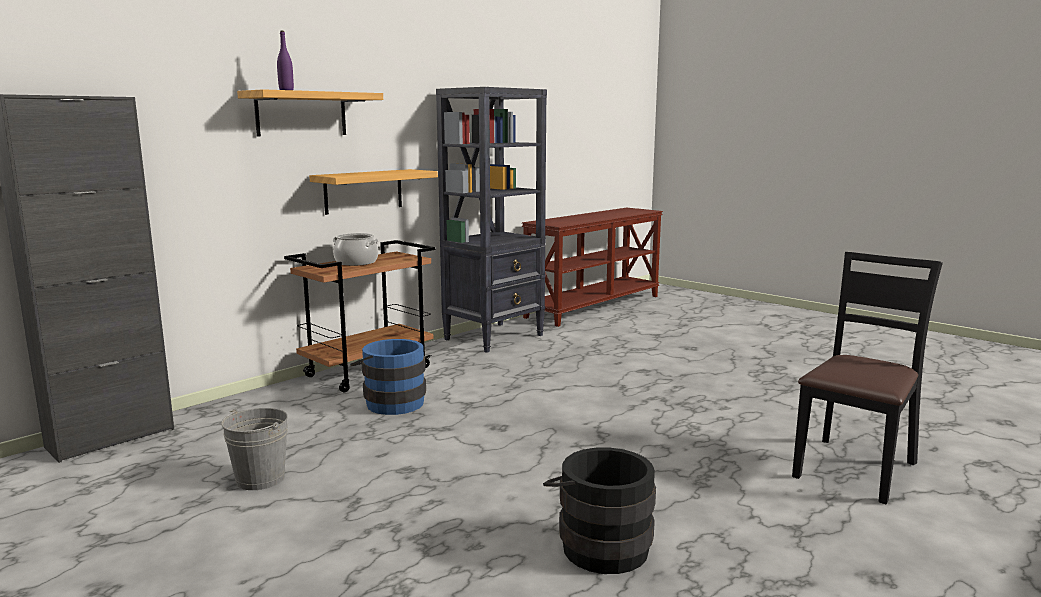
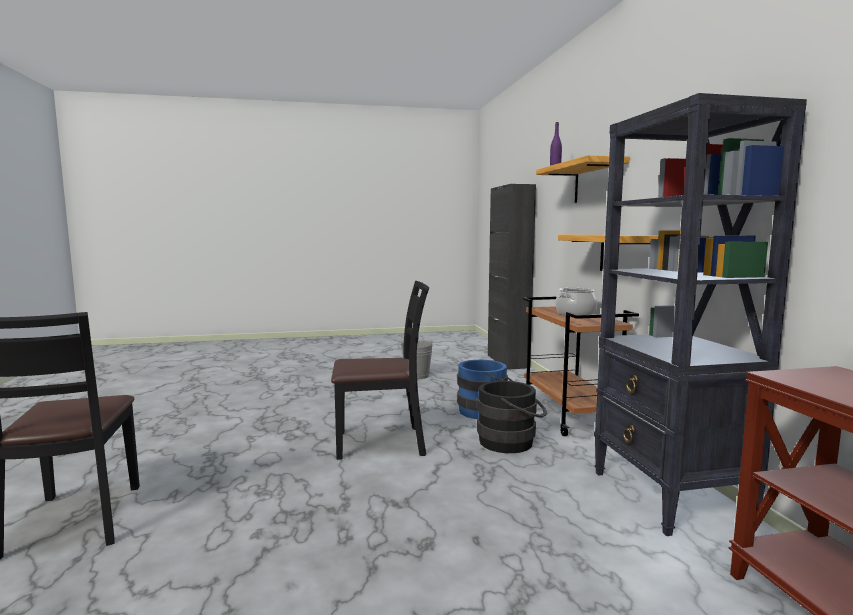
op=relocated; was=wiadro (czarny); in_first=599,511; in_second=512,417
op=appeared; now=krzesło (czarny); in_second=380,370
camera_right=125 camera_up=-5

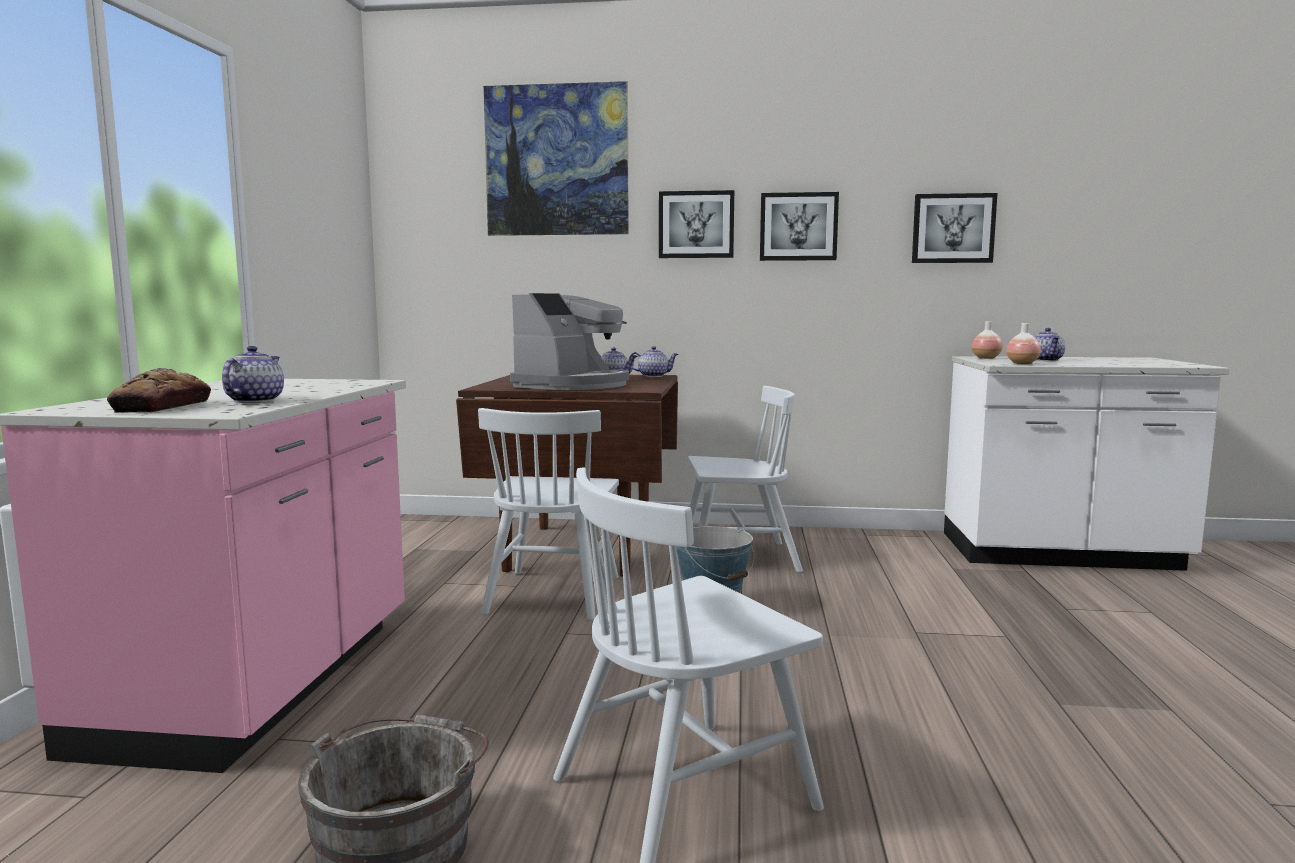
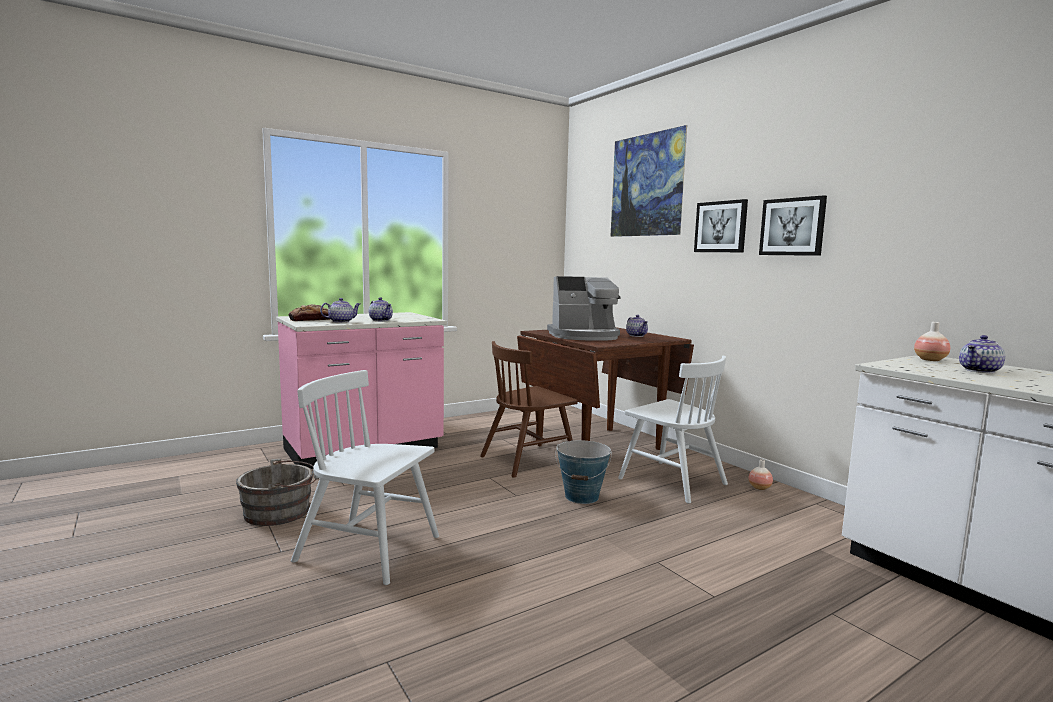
op=missing; was=obraz; in_first=954,228
op=relocated; was=wazon; in_first=1023,343; in_second=761,474
op=relocated; was=imbryk; in_first=653,361; in_second=381,309
op=colour; was=krzesło (biały); now=krzesło (brązowy); in_first=548,514; in_second=529,409
camera_right=50 camera_up=0

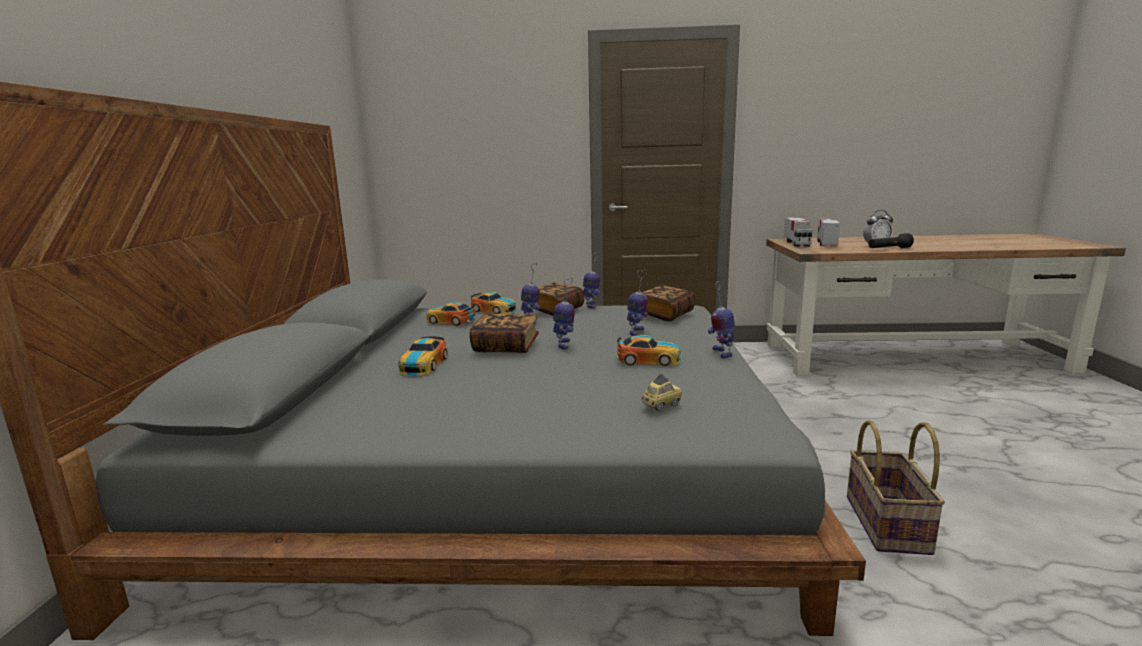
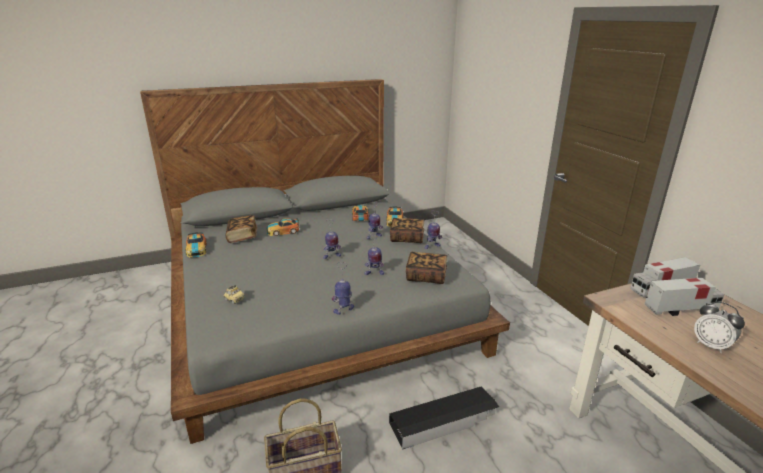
op=missing; was=latarka (czarny); in_first=891,240
op=relocated; was=książka; in_first=504,333; in_second=241,229
op=relocated; was=samochodzik; in_first=648,350; in_second=196,244
op=appeared; now=pojemnik do przechowywania (czarny); in_second=444,418
camera_right=65 camera_up=10

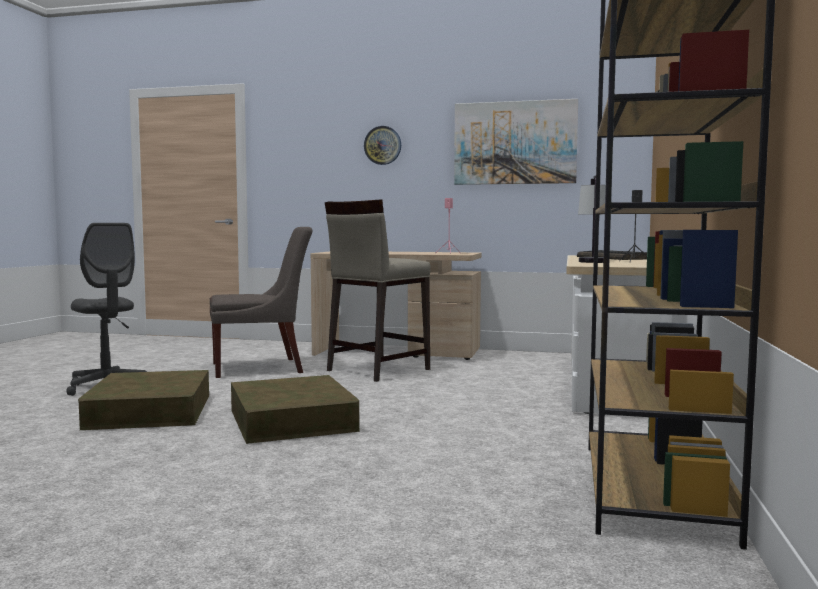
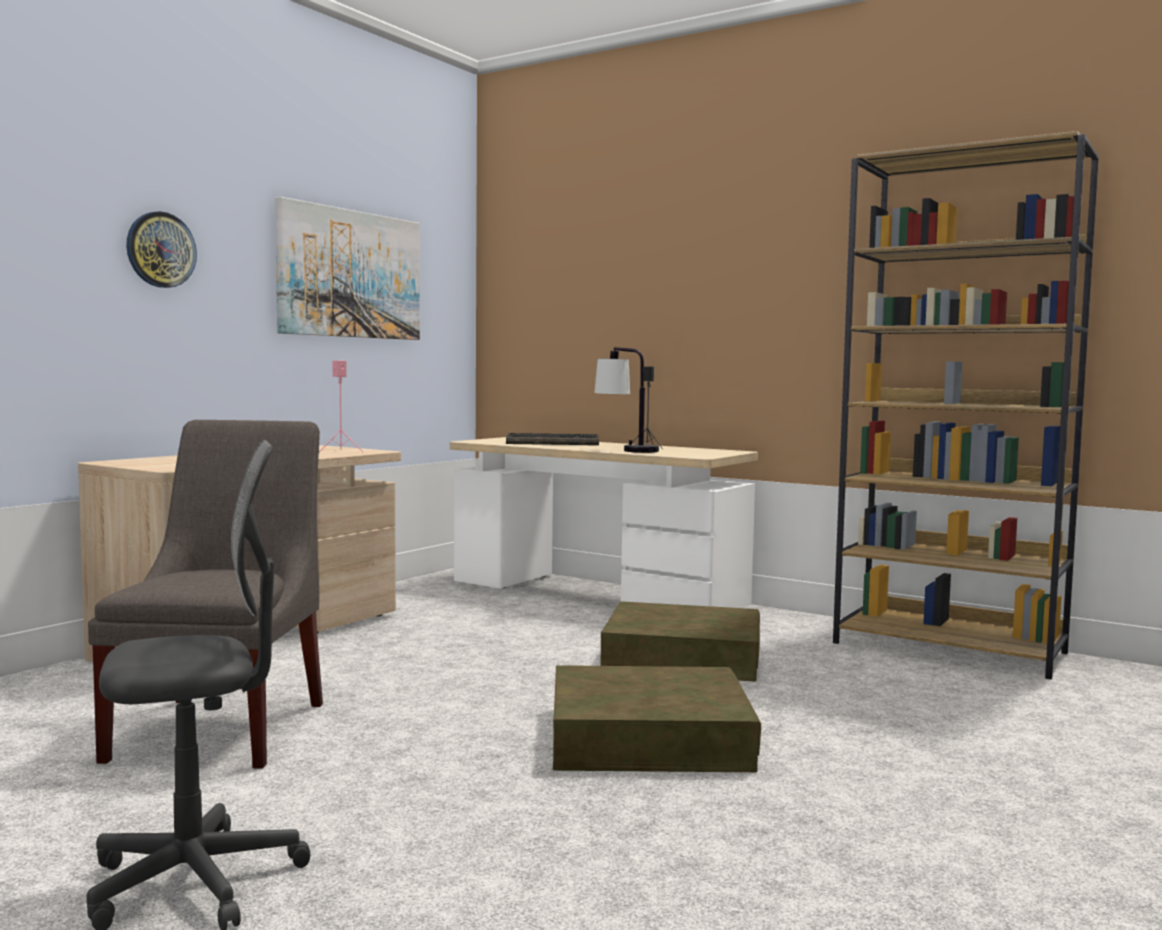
op=missing; was=stołek (beżowy); in_first=378,290
op=relocated; was=pojemnik do przechowywania (brązowy); in_first=143,400; in_second=680,641
camera_right=-70 camera_up=0

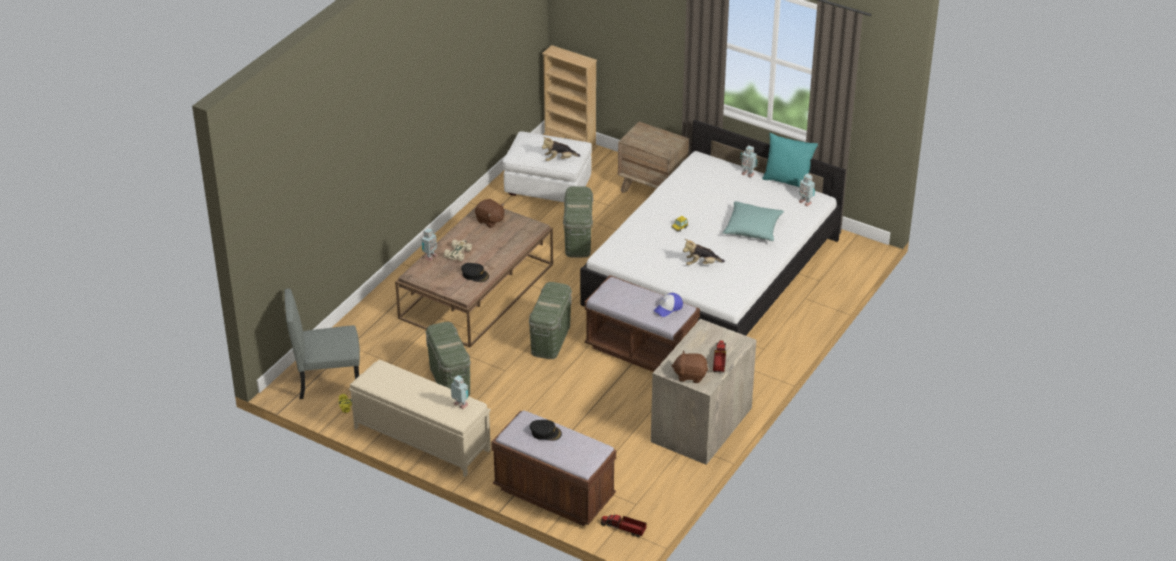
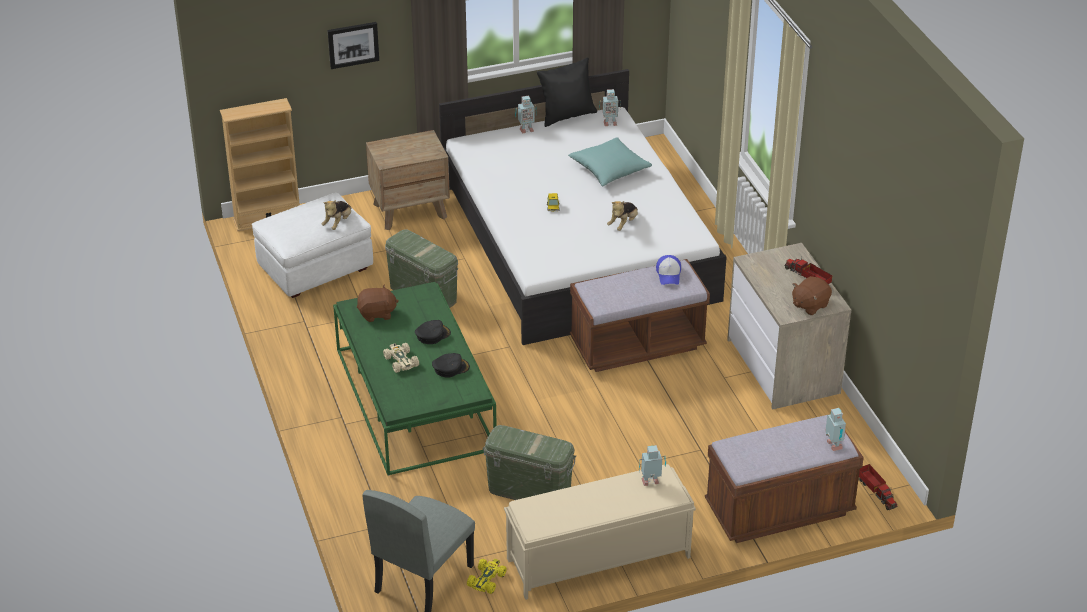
op=colour; was=poduszka (turkusowy); now=poduszka (czarny); in_first=790,160; in_second=567,92
op=colour; was=ława (brązowy); now=ława (zielony); in_first=474,277; in_second=415,379
op=relocated; was=robot zabawkowy; in_first=429,244; in_second=835,429
op=missing; was=pojemnik do przechowywania (zielony); in_first=550,320
op=relocated; was=czapka z daszkiem (czarny); in_first=546,430; in_second=433,332
op=spun; was=ciężarówka zabawkowa; in_first=623,524; in_second=878,487; clockwise=-90
op=appeared; now=obraz; in_second=353,45
camera_right=-50 camera_up=0

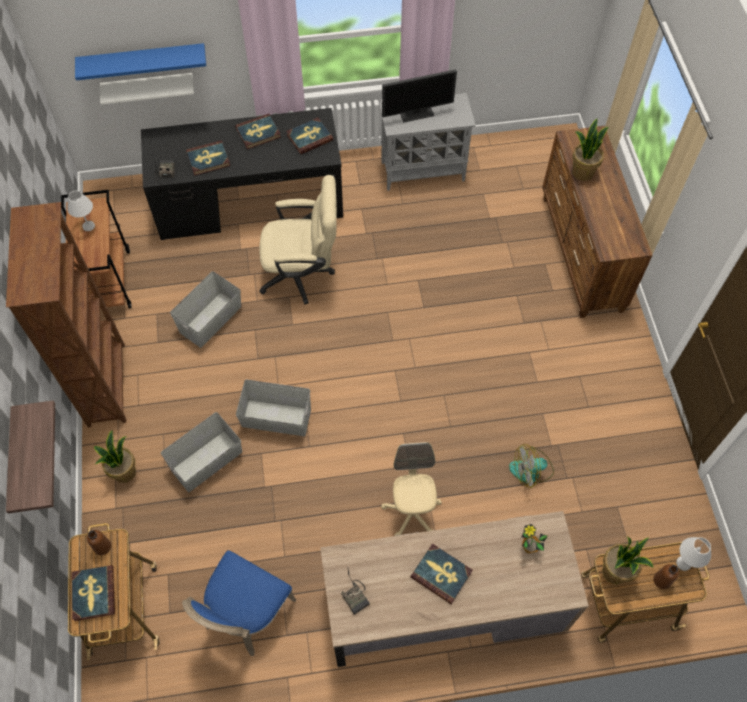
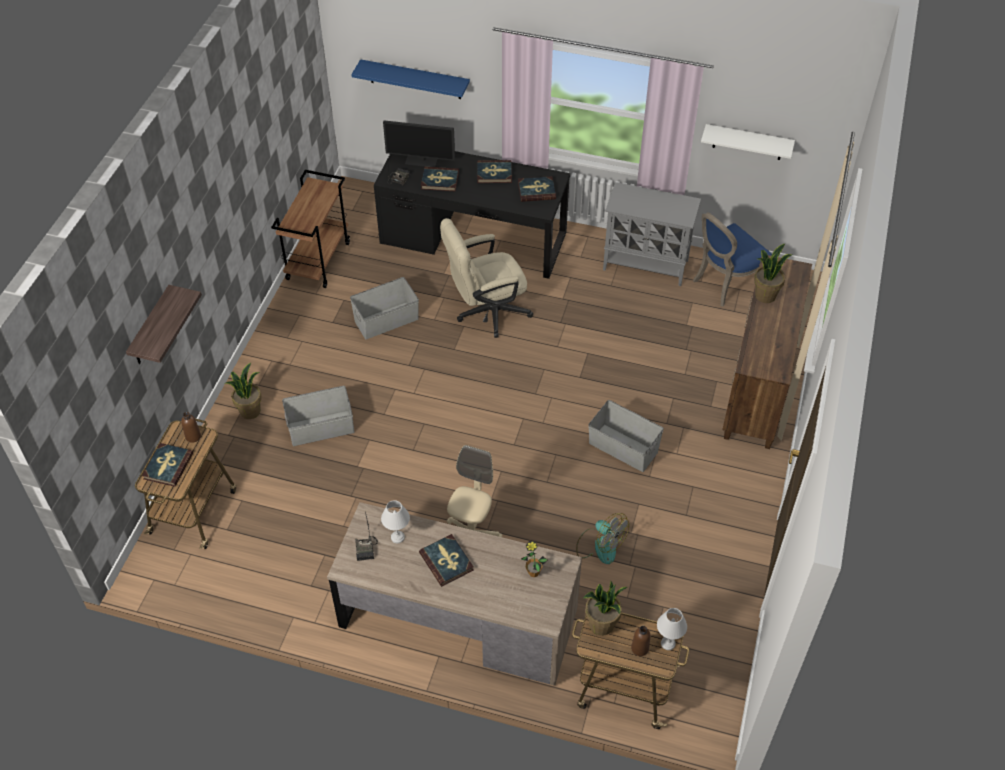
op=relocated; was=monitor; in_first=419,96; in_second=419,143
op=relocated; was=półka (biały); in_first=147,88; in_second=748,142
op=spun; was=krzesło biurowe (beżowy); in_first=298,240; in_second=486,278; clockwise=135
op=relocated; was=lampa stołowa (biały); in_first=81,211; in_second=395,521
op=missing; was=regał (brązowy); in_first=66,315
op=relocated; was=pojemnik do przechowywania (szary); in_first=273,408; in_second=626,436
op=spun; was=wentylator; in_first=531,466; in_second=602,538; clockwise=-150
op=relocated; was=krzesło (niebieski); in_first=239,603; in_second=732,260
camera_right=25 camera_up=-10

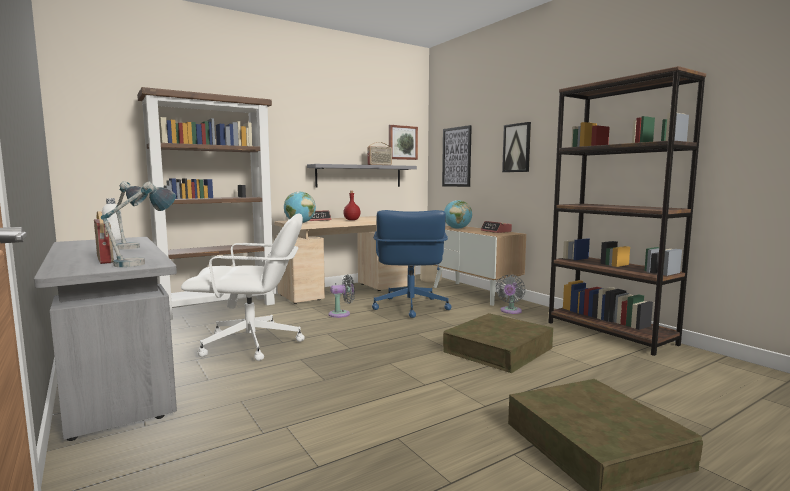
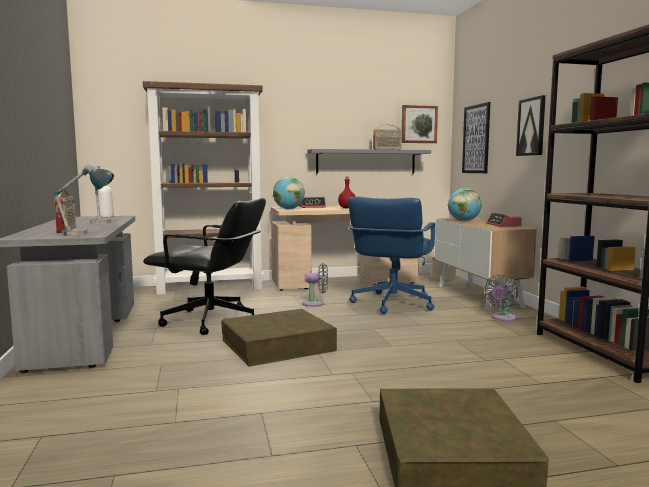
op=colour; was=krzesło biurowe (biały); now=krzesło biurowe (czarny); in_first=243,287; in_second=204,266
op=relocated; was=pojemnik do przechowywania (brązowy); in_first=498,343; in_second=279,338
camera_right=20 camera_up=0

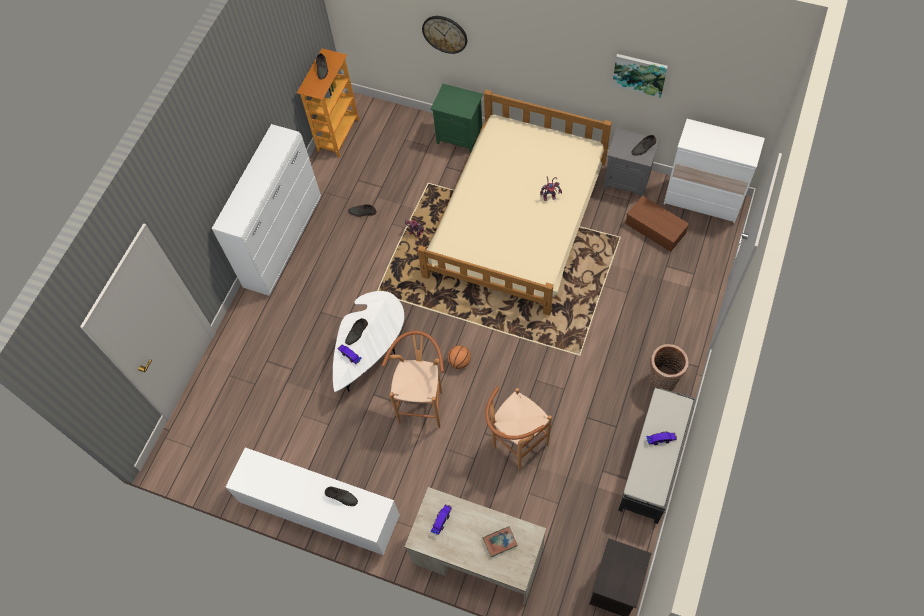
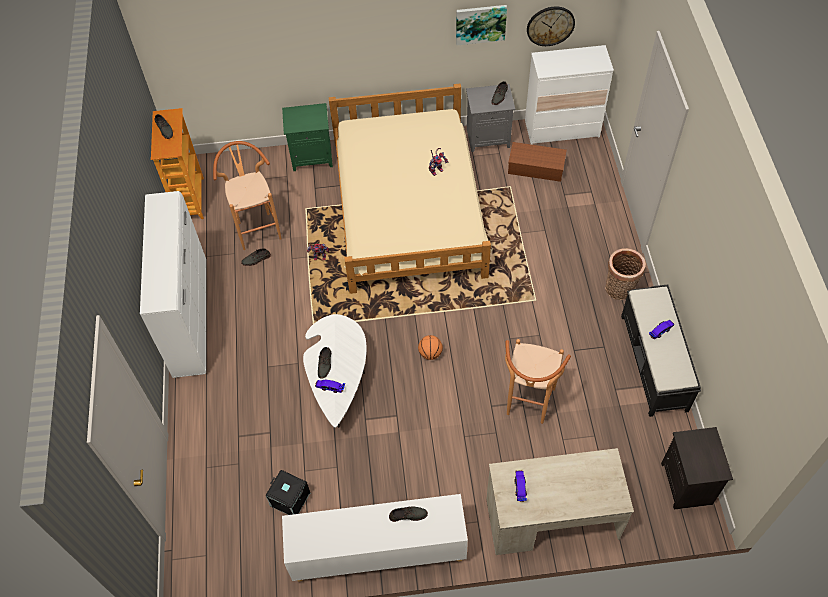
op=relocated; was=zegar ścienny; in_first=444,35; in_second=551,26
op=relocated; was=stołek (brązowy); in_first=413,379; in_second=247,195
op=missing; was=książka; in_first=500,541
op=appeared; now=pojemnik do przechowywania (czarny); in_second=288,492
camera_right=-30 camera_up=-5

